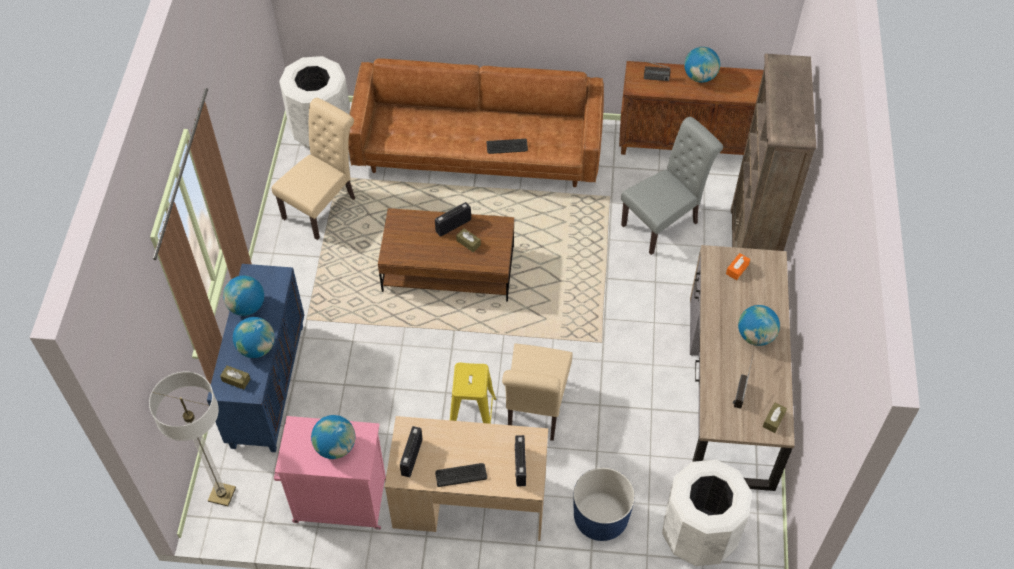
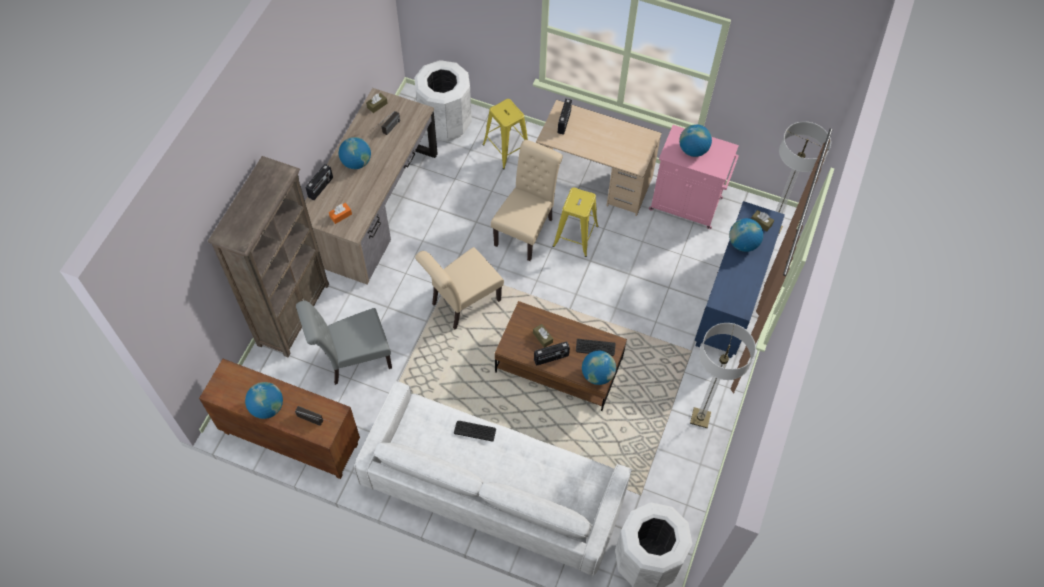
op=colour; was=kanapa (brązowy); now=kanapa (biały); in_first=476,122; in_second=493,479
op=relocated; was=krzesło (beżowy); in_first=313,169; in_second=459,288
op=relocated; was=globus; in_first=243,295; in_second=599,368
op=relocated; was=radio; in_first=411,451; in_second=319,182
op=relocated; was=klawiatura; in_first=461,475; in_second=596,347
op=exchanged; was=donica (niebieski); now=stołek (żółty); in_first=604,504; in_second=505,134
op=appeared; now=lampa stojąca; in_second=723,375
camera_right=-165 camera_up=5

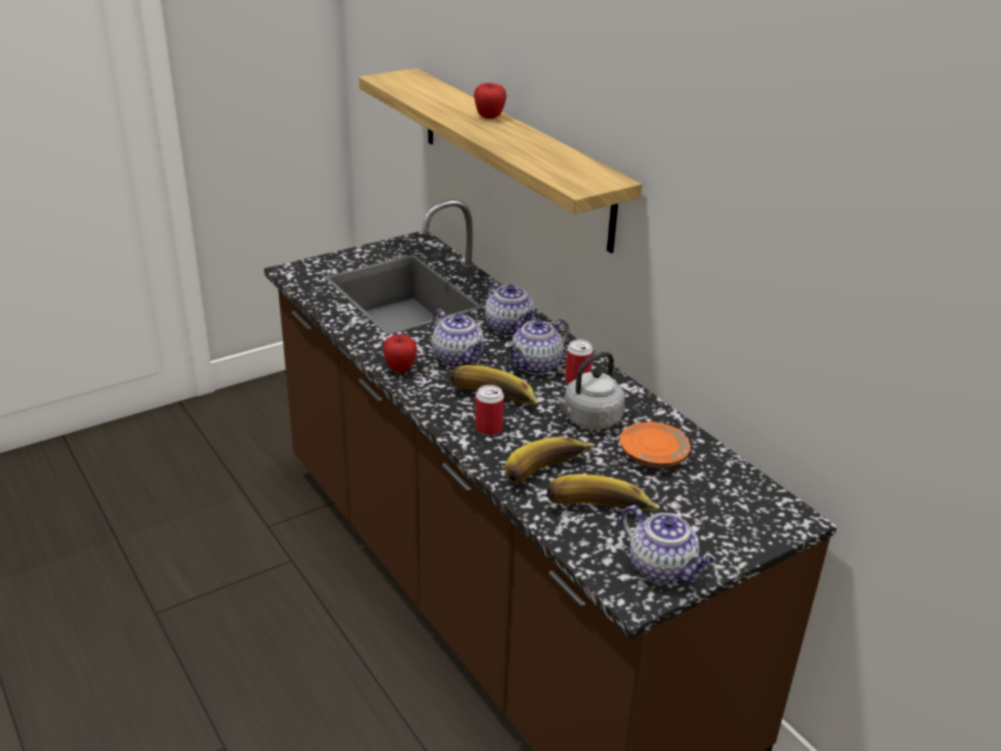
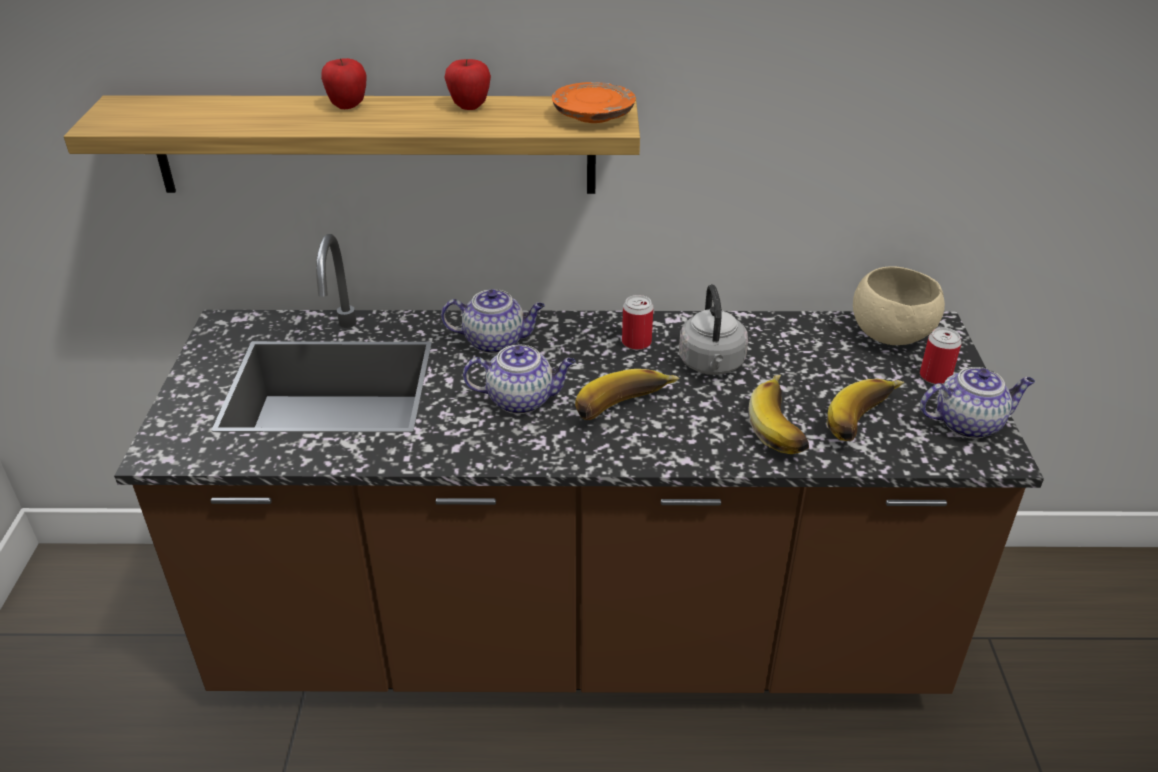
op=missing; was=imbryk; in_first=536,347
op=relocated; was=jabłko; in_first=400,353; in_second=467,84
op=relocated; was=puszka; in_first=489,410; in_second=941,355
op=relocated; was=talerz (pomarańczowy); in_first=655,445; in_second=594,102
op=appeared; now=miska (beżowy); in_second=899,305
camera_right=-55 camera_up=5

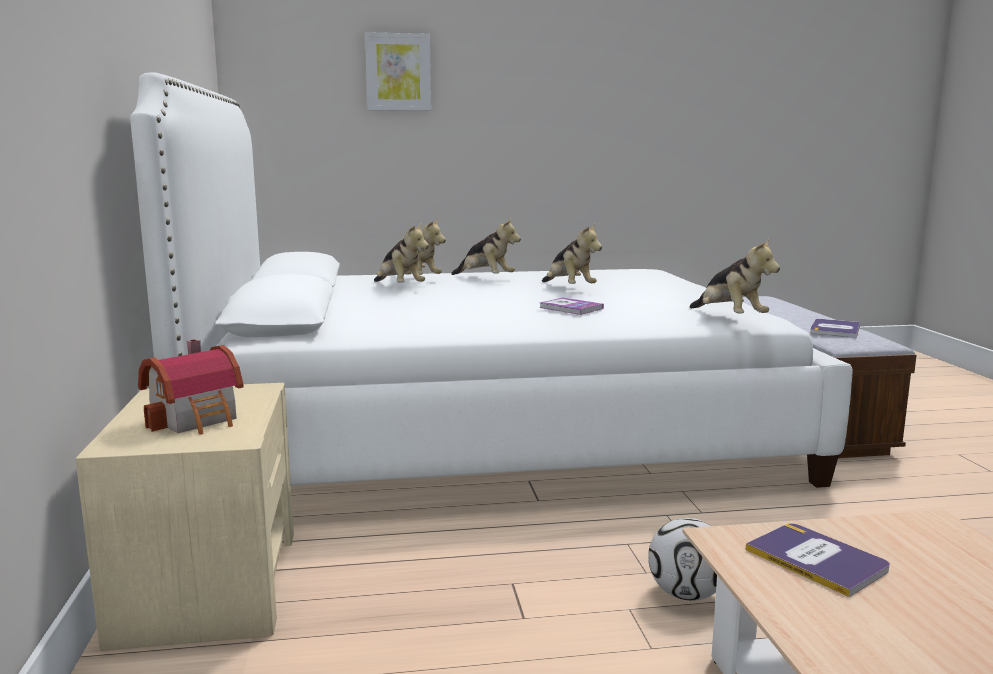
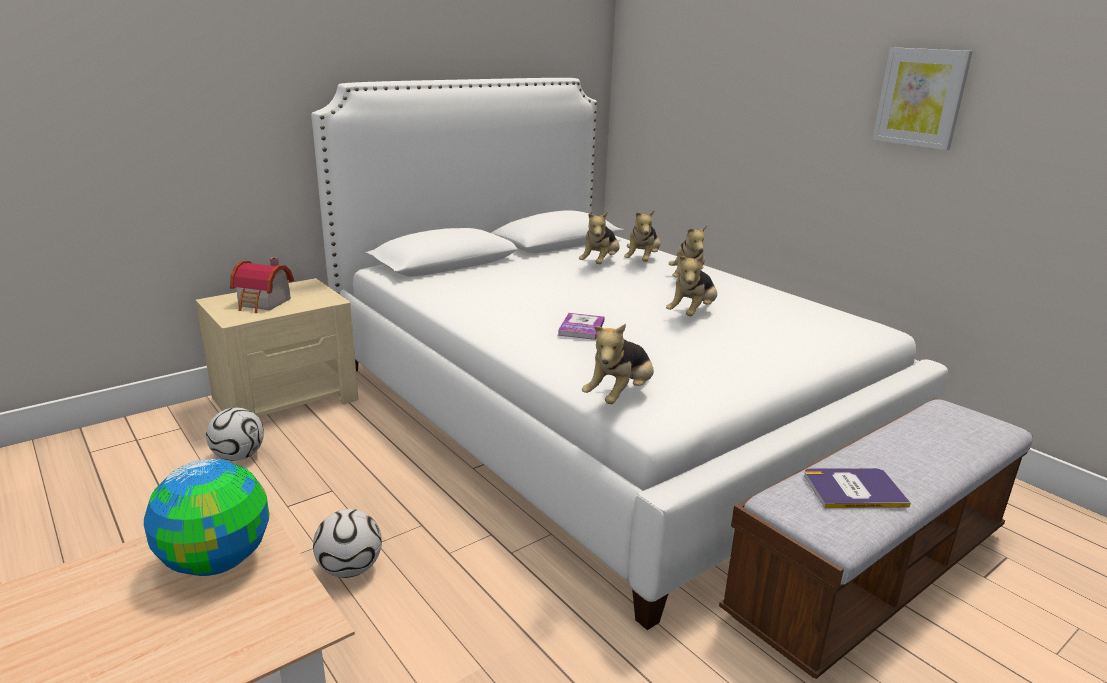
op=relocated; was=obraz; in_first=398,71; in_second=922,98
op=exchanged; was=książka; now=globus; in_first=818,560; in_second=206,517
op=appeared; now=piłka futbolowa; in_second=235,434
camera_right=60 camera_up=10

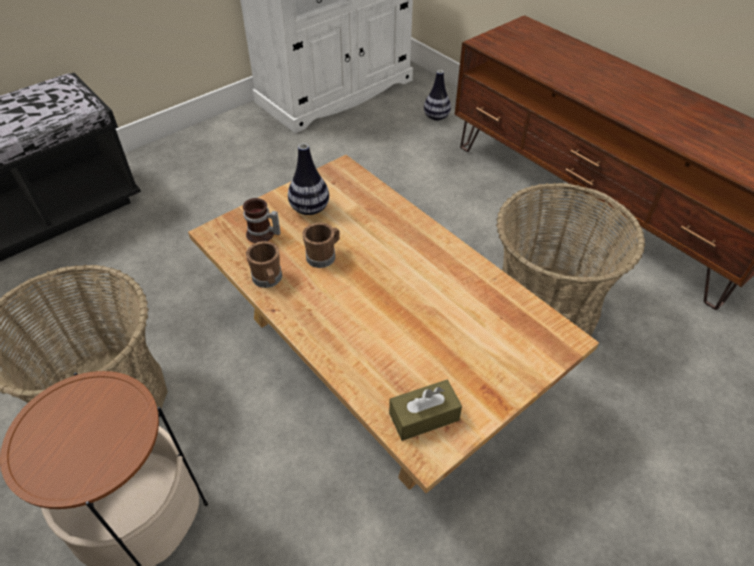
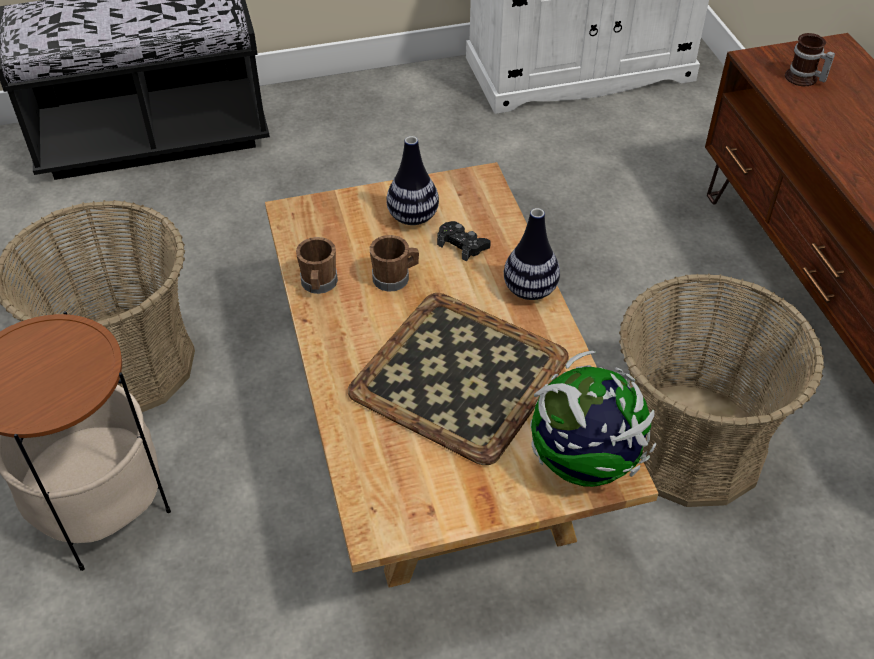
op=relocated; was=wazon; in_first=437,95; in_second=532,254
op=relocated; was=kubek; in_first=262,220; in_second=810,59
op=missing; was=pudełko chusteczek (brązowy); in_first=425,410
op=appeared; now=pad do gier (czarny); in_second=464,241
op=appeared; now=taca; in_second=458,379
op=appeared; now=globus; in_second=593,419
camera_right=25 camera_up=0

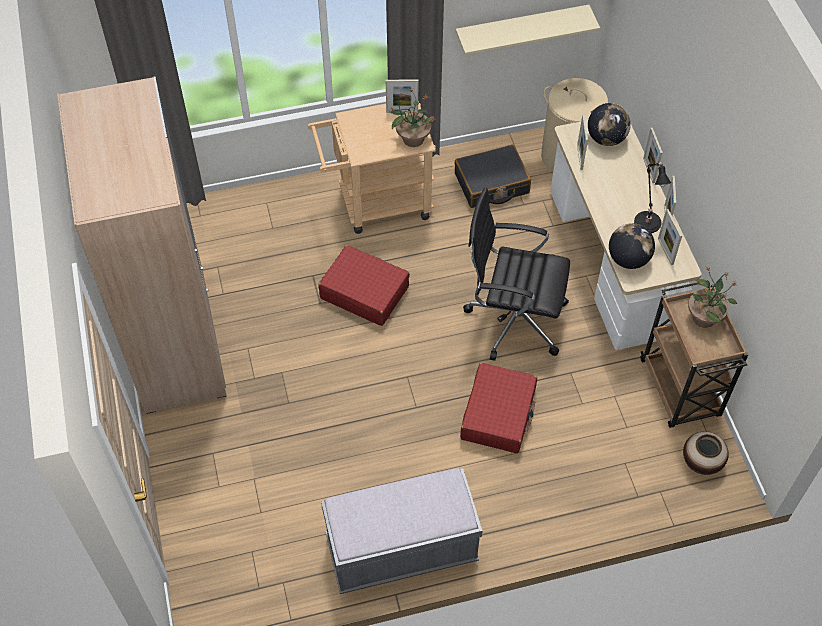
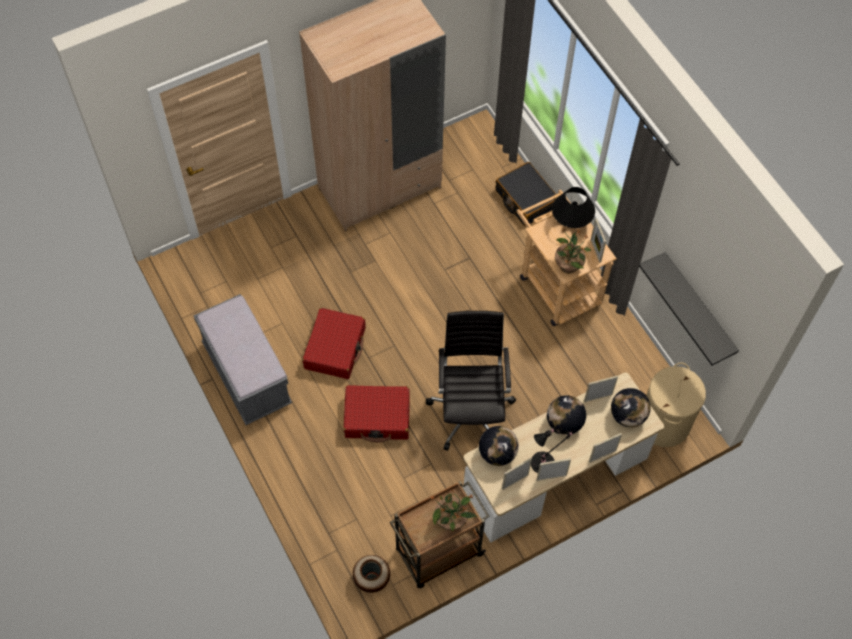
op=colour; was=półka (beżowy); now=półka (czarny); in_first=528,30; in_second=689,309
op=relocated; was=walizka (czarny); in_first=493,176; in_second=526,194
op=relocated; was=walizka (czerwony); in_first=364,285; in_second=334,343
op=appeared; now=lampa stołowa (czarny); in_second=573,207
op=appeared; now=globus; in_second=566,415
camera_right=75 camera_up=5

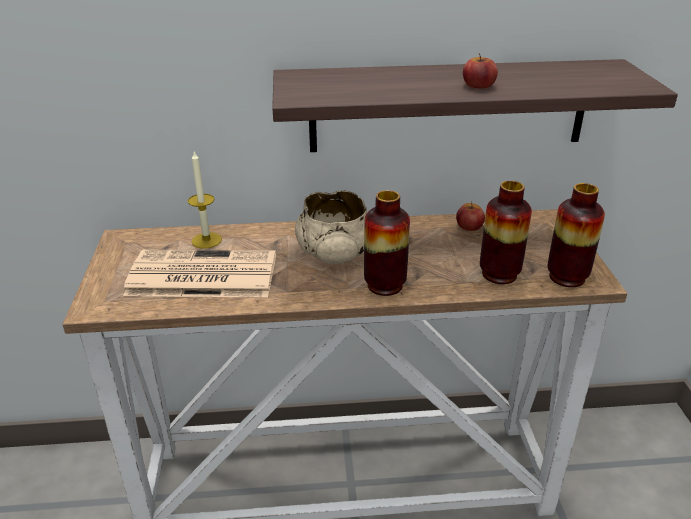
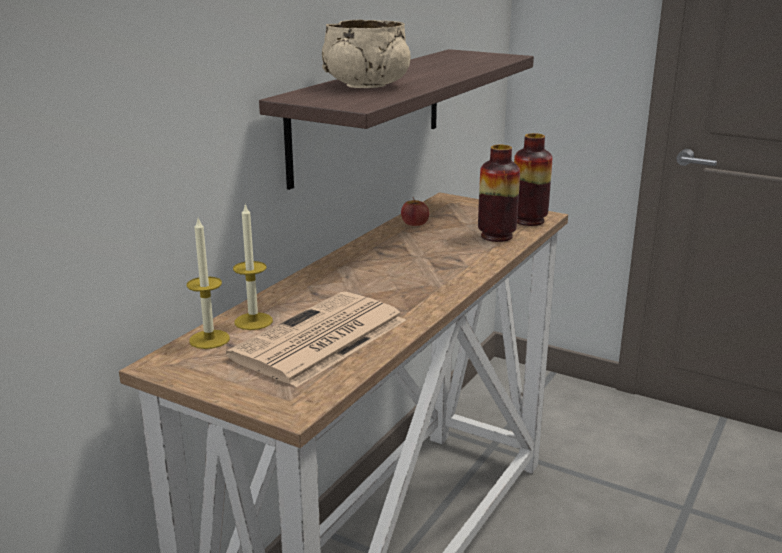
op=missing; was=jabłko; in_first=480,71
op=relocated; was=miska (beżowy); in_first=331,227; in_second=366,54
op=missing; was=wazon; in_first=387,243
op=appeared; now=świeca; in_second=208,284
camera_right=-55 camera_up=-10

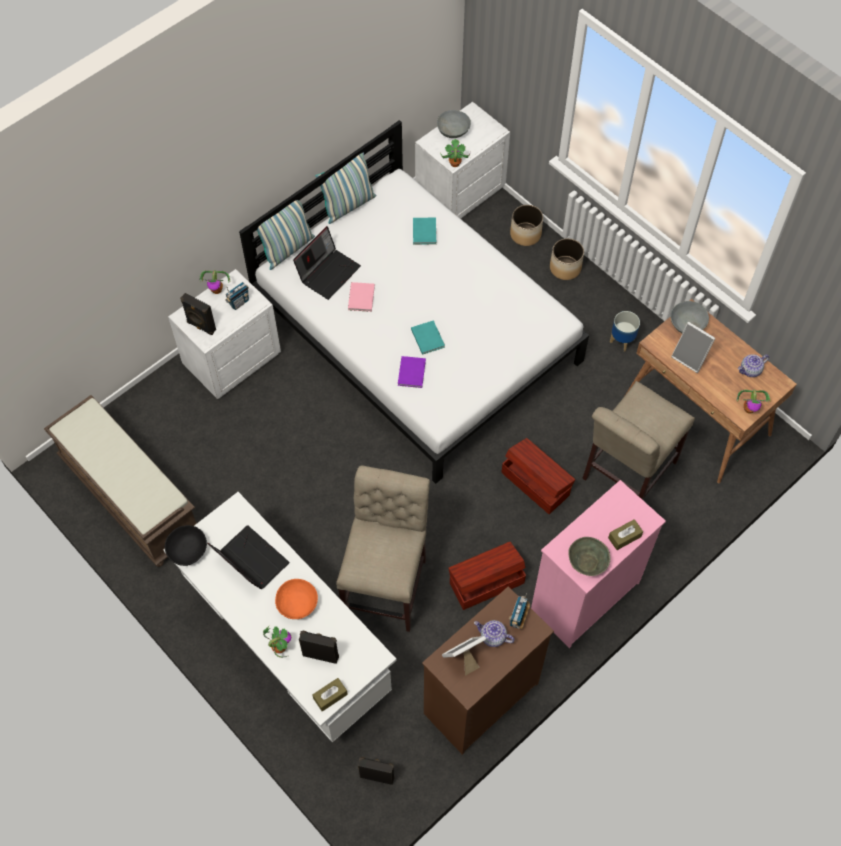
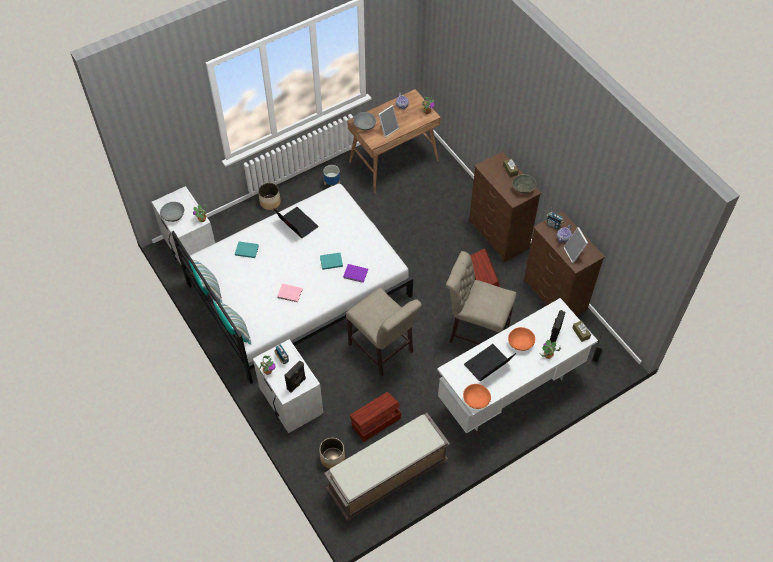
op=relocated; was=donica; in_first=526,225; in_second=332,453
op=relocated; was=laptop; in_first=327,263; in_second=296,222
op=relocated; was=krzesło (beżowy); in_first=638,440; in_second=384,331
op=relocated; was=pojemnik do przechowywania (brązowy); in_first=538,476; in_second=375,417
op=colour; was=komoda (różowy); now=komoda (brązowy); in_first=598,564; in_second=505,206
op=colour; was=miska (czarny); now=miska (pomarańczowy); in_first=186,545; in_second=477,396
camera_right=-80 camera_up=-5

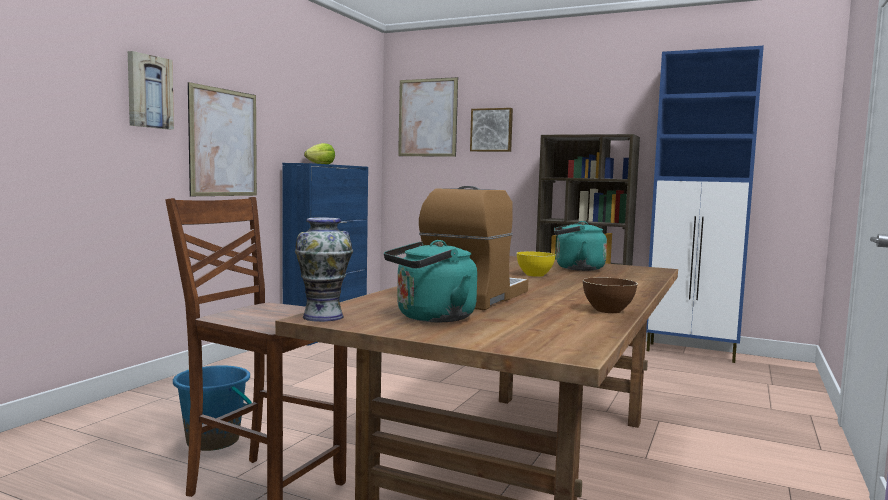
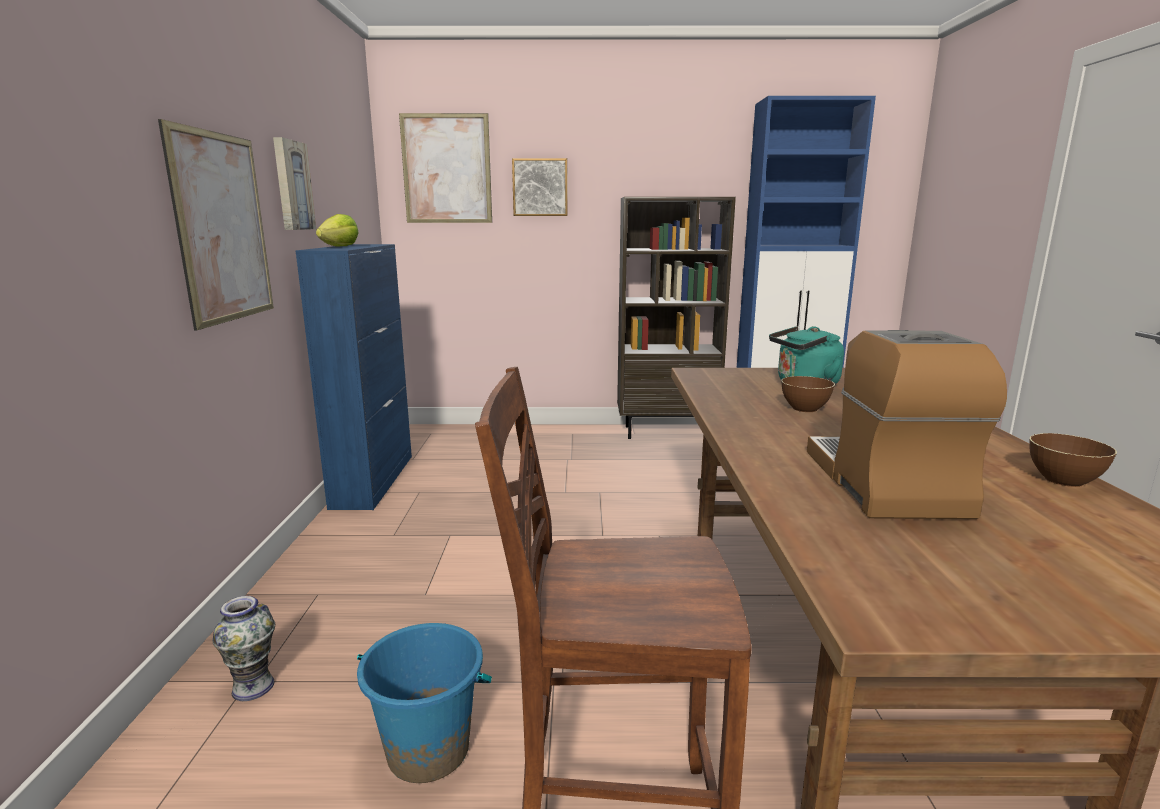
op=relocated; was=obraz; in_first=151,90; in_second=294,183
op=relocated; was=wazon; in_first=324,269; in_second=243,648
op=missing; was=czajnik (turkusowy); in_first=430,281
op=colour; was=miska (żółty); now=miska (brązowy); in_first=536,264; in_second=808,394
camera_right=-25 camera_up=10

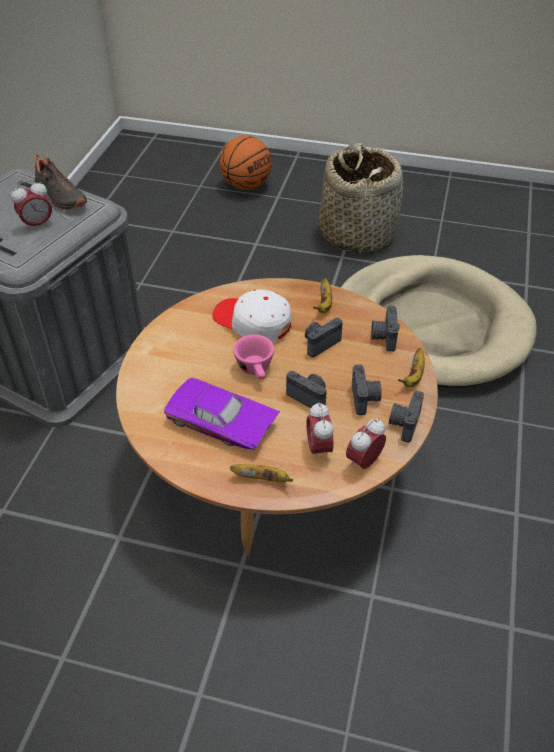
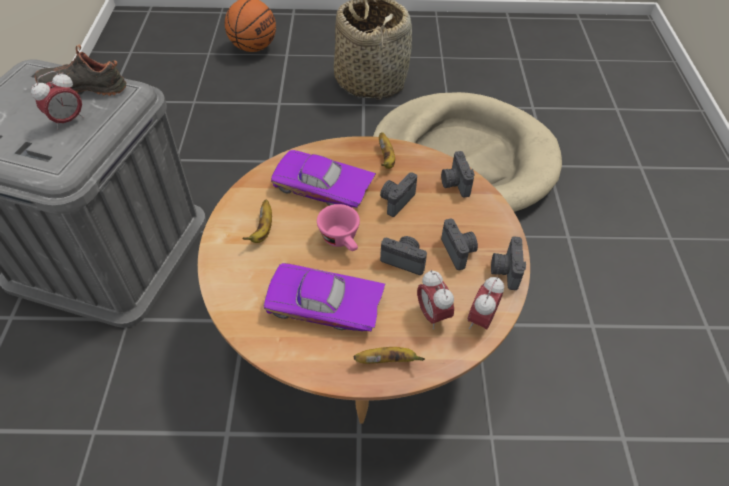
op=spun; was=but (czarny); in_first=61,182; in_second=80,70; clockwise=150
op=exchanged; was=czapka z daszkiem (biały); now=samochodzik (fioletowy); in_first=252,315; in_second=323,179
op=relocated; was=banan; in_first=411,367; in_second=257,221
camera_right=-15 camera_up=5

